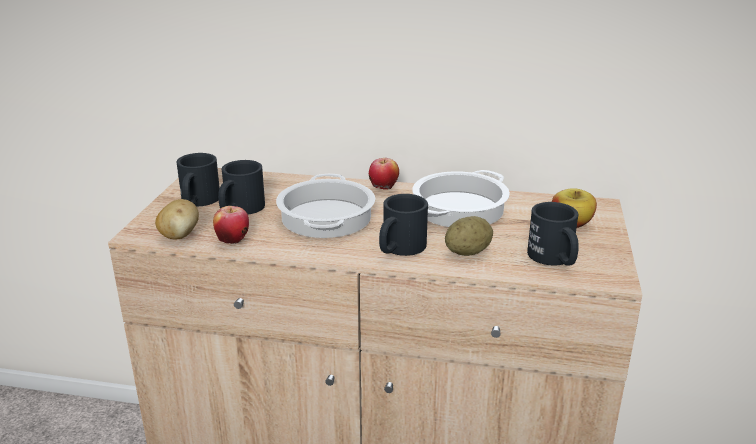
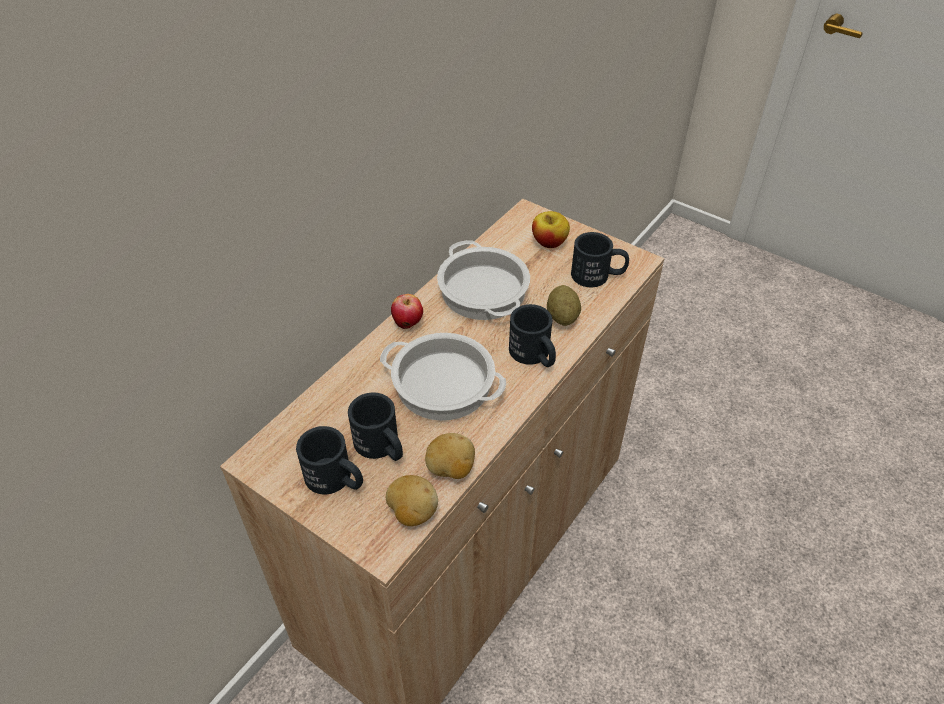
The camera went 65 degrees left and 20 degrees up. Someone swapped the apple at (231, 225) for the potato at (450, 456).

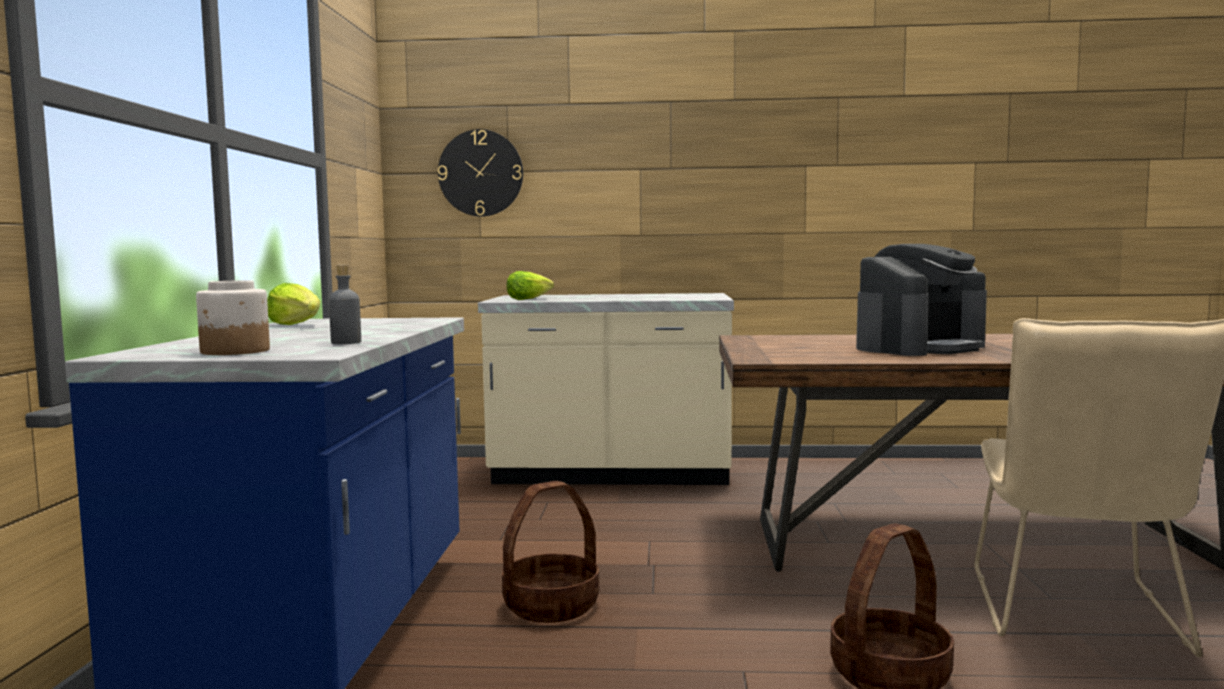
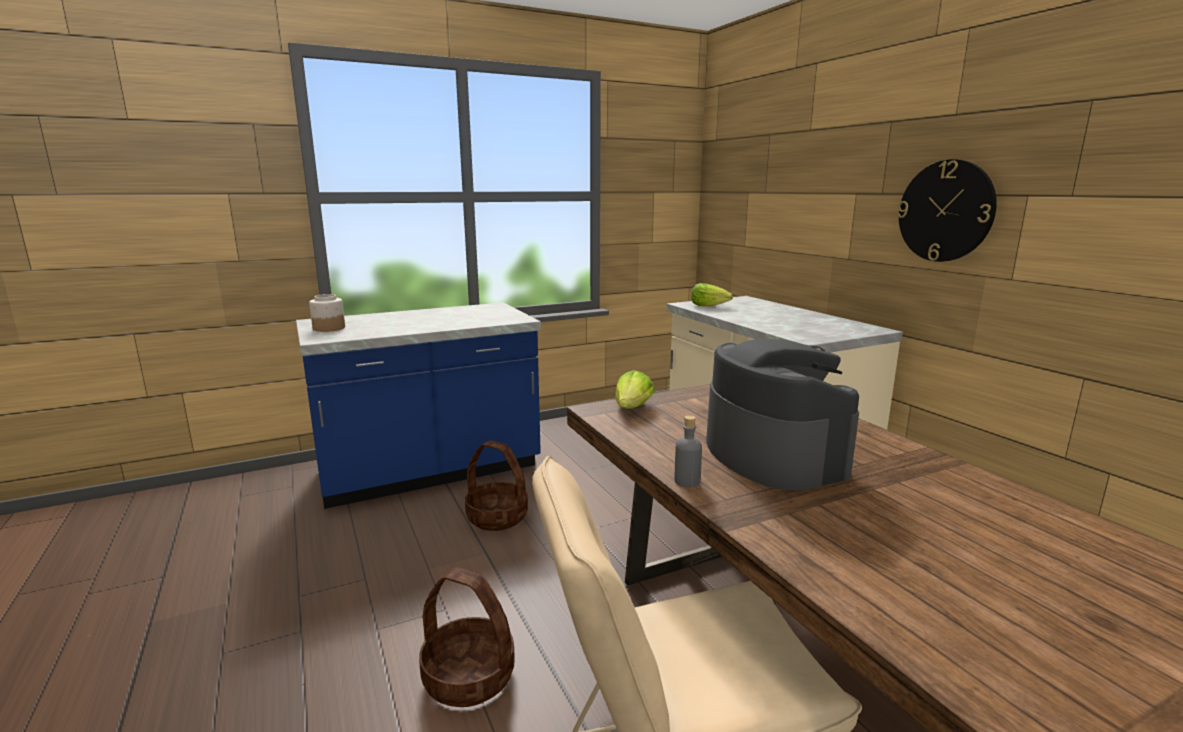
The camera went 60 degrees right and 10 degrees up. Someone carried the wall clock from (480, 173) to (947, 210). Someone rotated the coffee machine at (921, 300) by 135 degrees counterclockwise. Someone carried the grey bottle from (345, 304) to (688, 451). Someone carried the lettuce from (293, 304) to (635, 389).

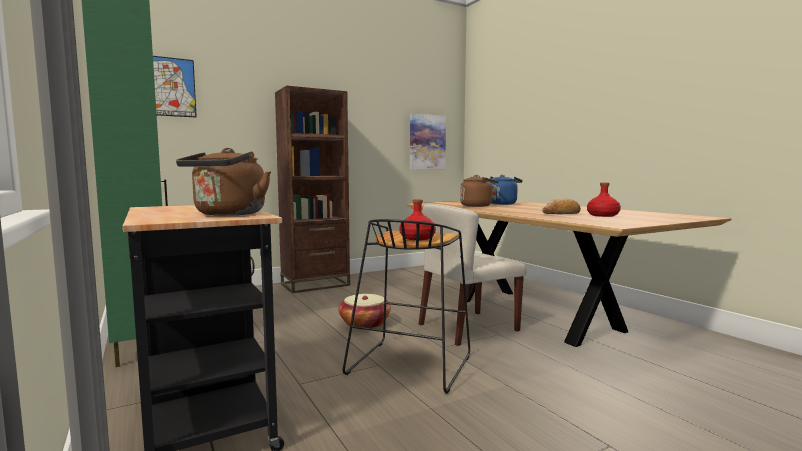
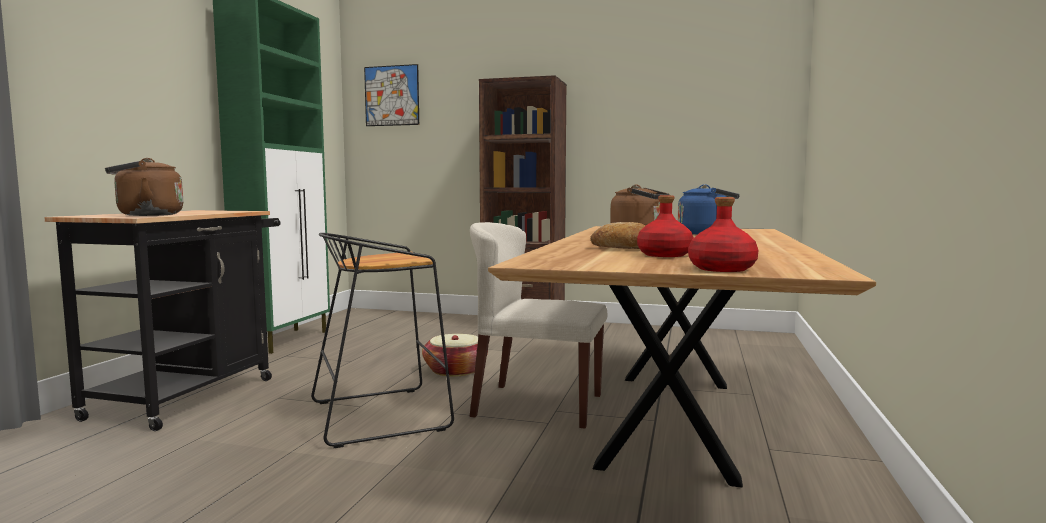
The camera went 45 degrees right and 0 degrees up. Someone took away the picture at (428, 141). Someone carried the red bottle from (417, 219) to (723, 234).

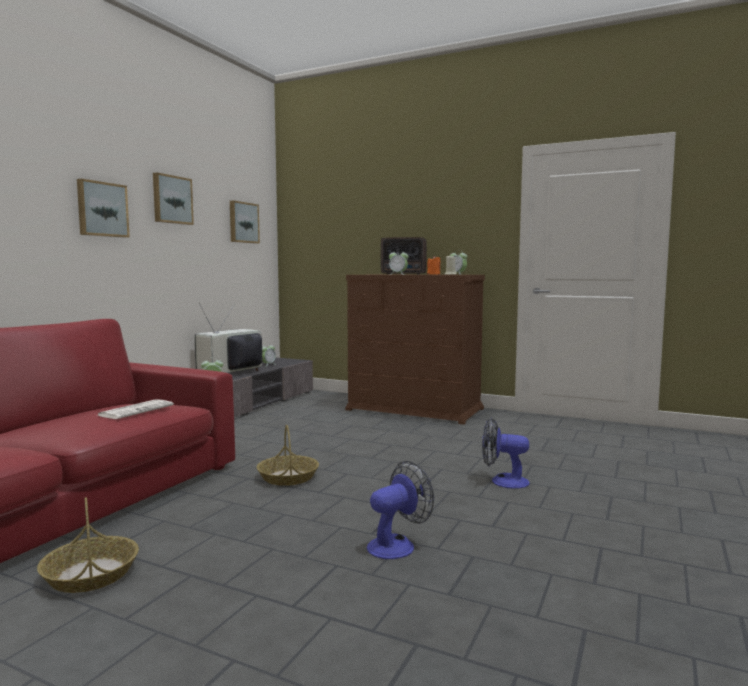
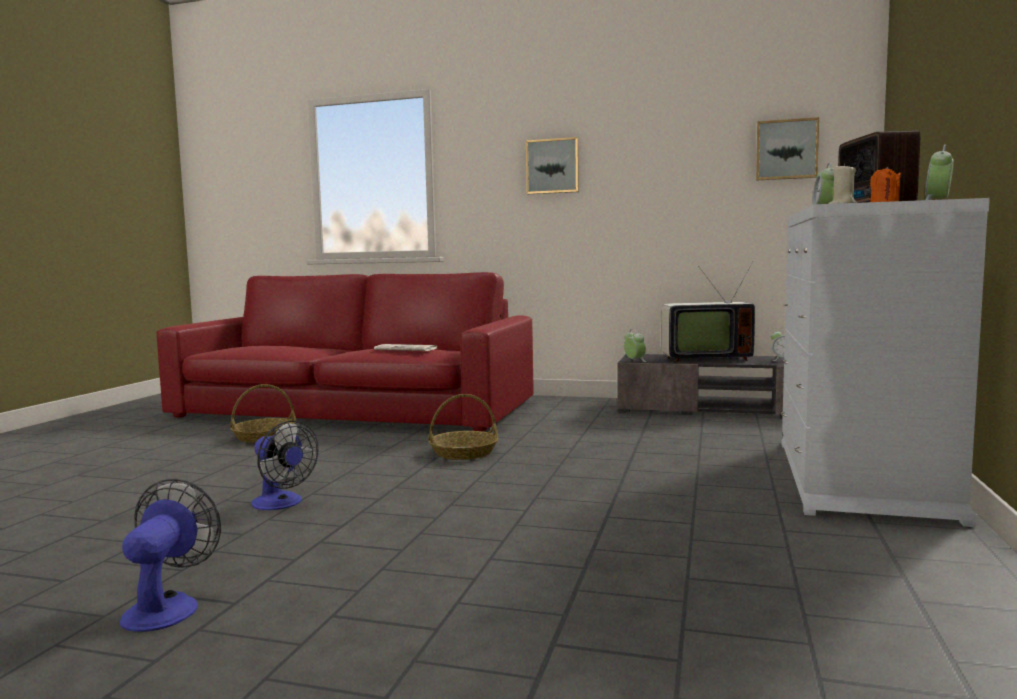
The camera went 80 degrees right and 0 degrees up. Someone took away the picture at (173, 199). Someone repainted the brown dresser at (415, 350), which became the white dresser at (885, 362). Someone rotated the television at (228, 338) by 150 degrees clockwise. Someone carried the fan from (506, 453) to (170, 555).

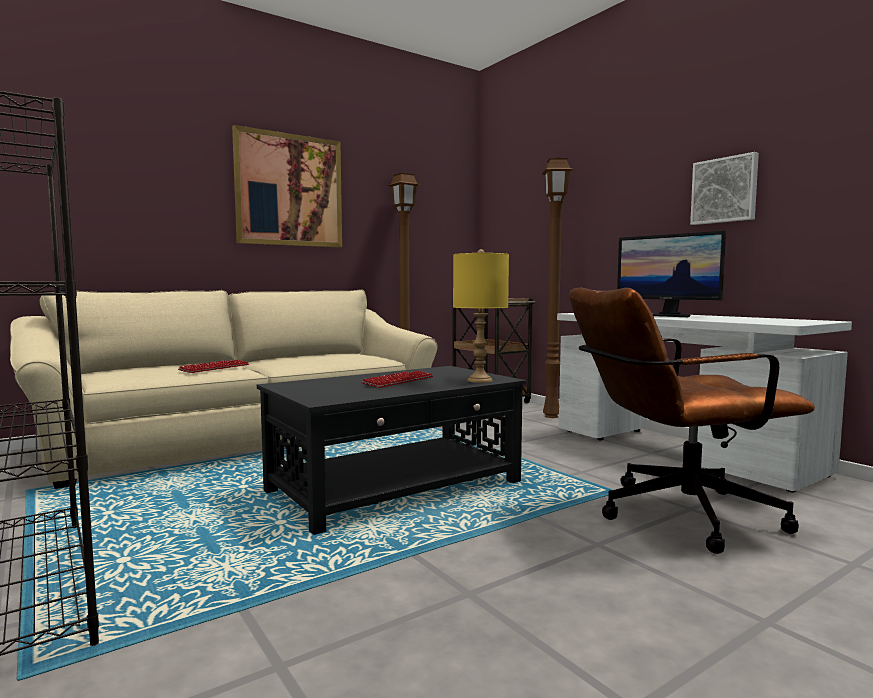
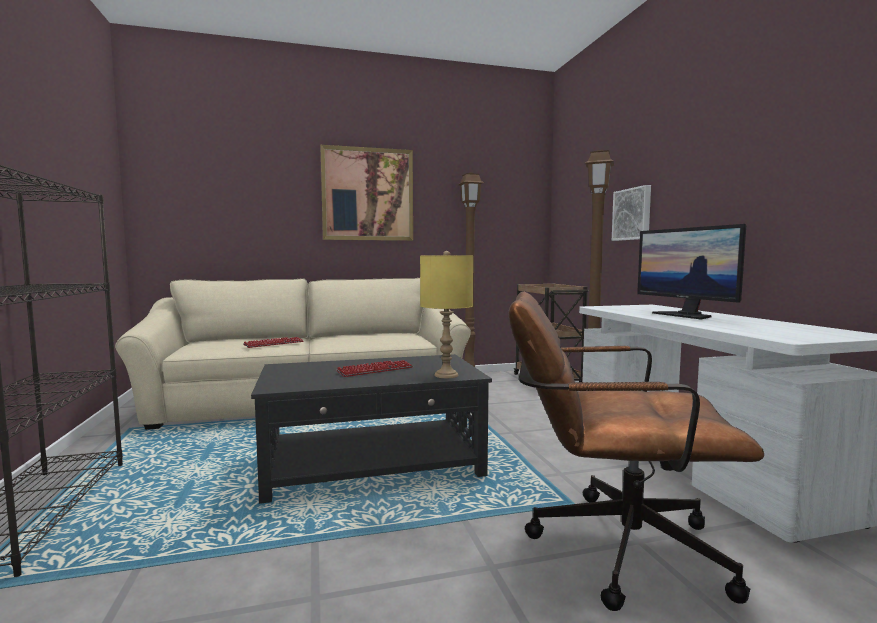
The camera went 20 degrees right and 0 degrees up. Someone carried the picture from (724, 188) to (631, 213).

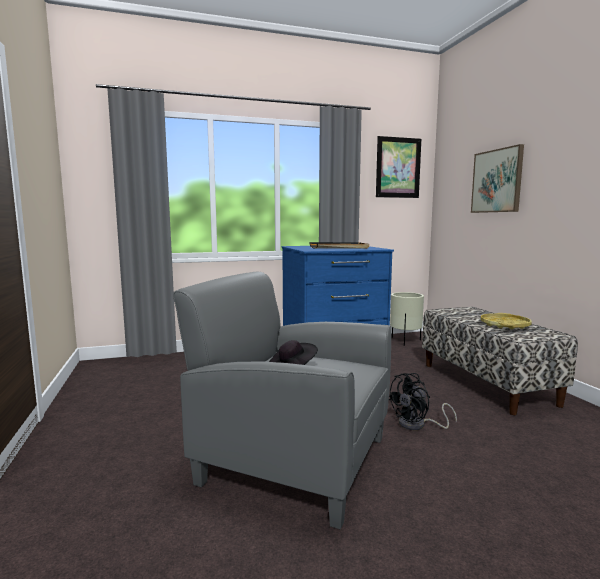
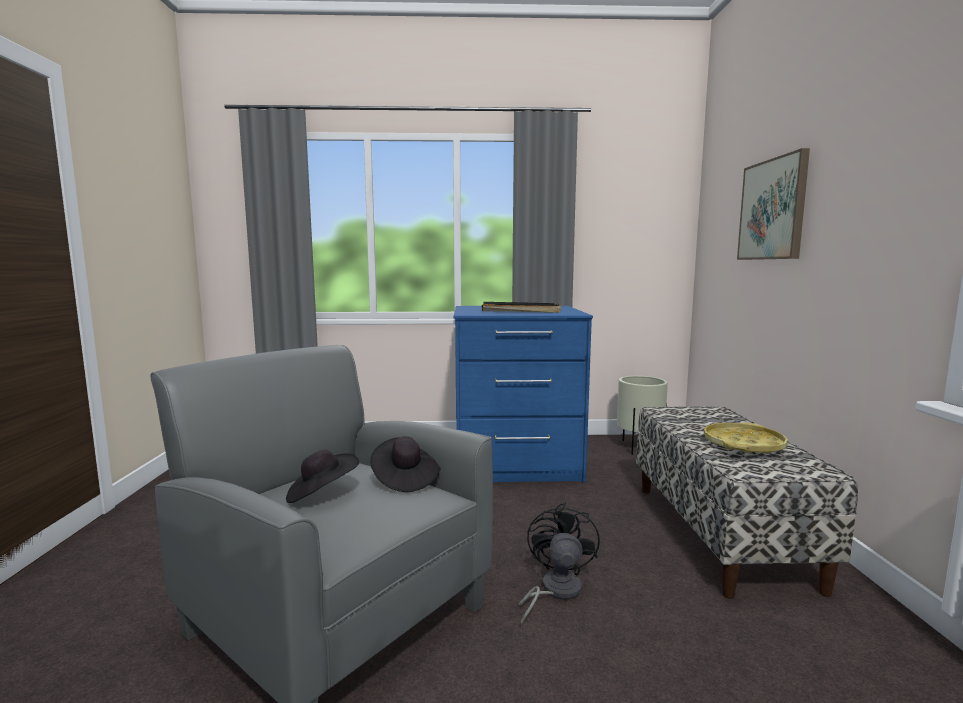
The camera went 15 degrees right and 0 degrees up. Someone took away the picture at (398, 167). Someone rotated the black fan at (423, 401) by 120 degrees clockwise. Someone put down the black hat at (405, 464).

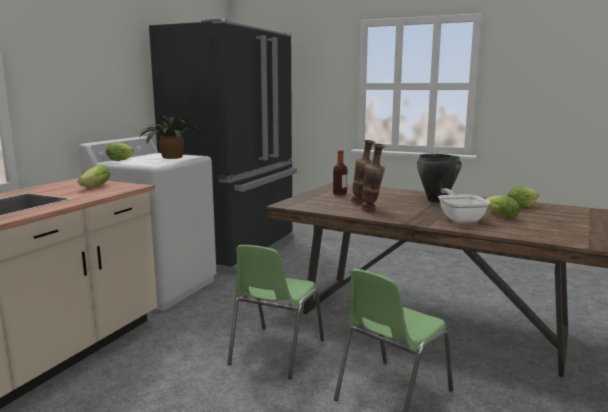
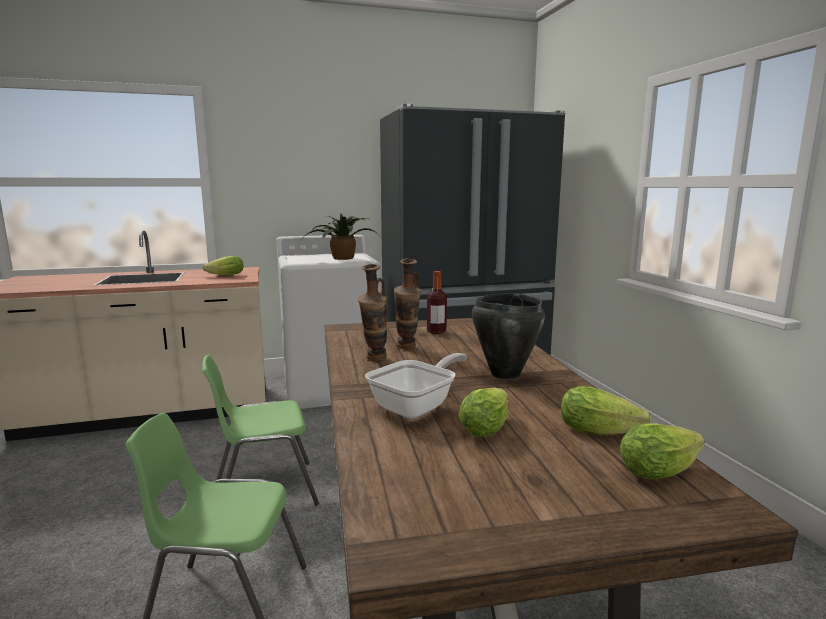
The camera went 50 degrees right and 0 degrees up. Someone carried the lettuce from (120, 151) to (662, 451).

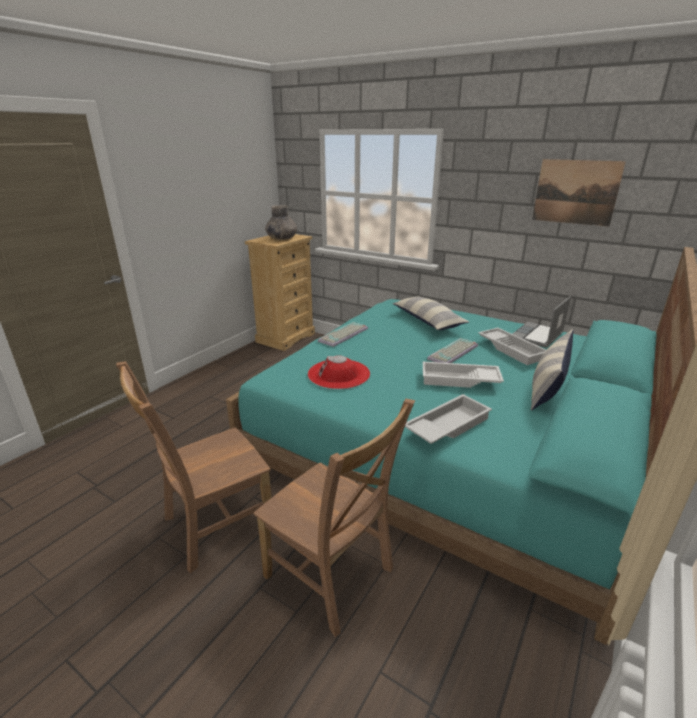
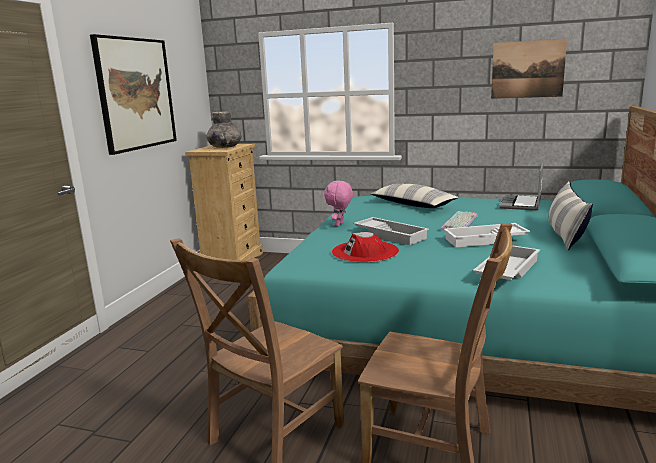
The camera went 15 degrees left and 10 degrees down. Someone swapped the keyboard at (343, 334) for the pink plush toy at (338, 203). Someone carried the white tray from (512, 346) to (391, 231). Someone put up the picture at (133, 94).

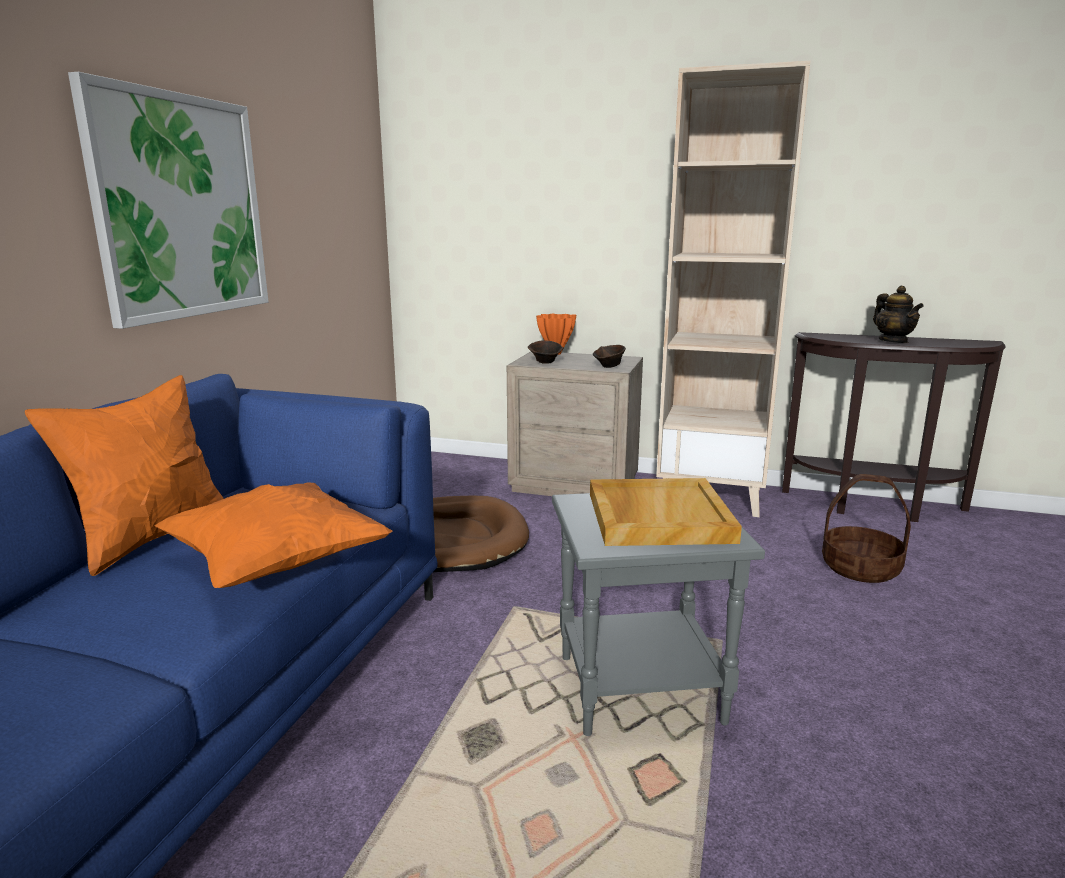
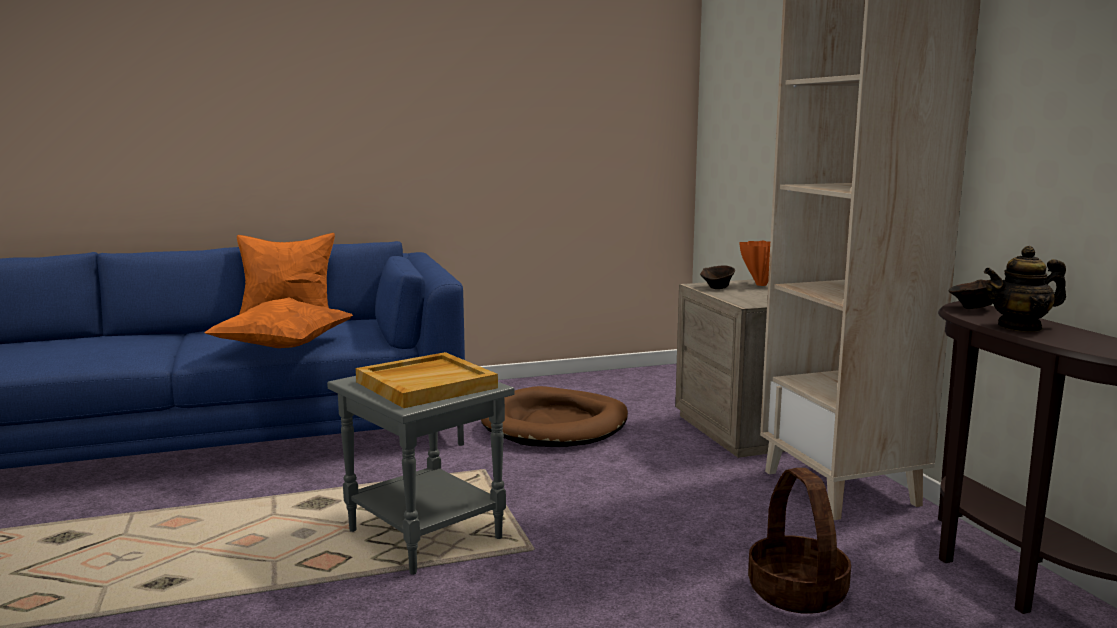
The camera went 55 degrees right and 5 degrees down. Someone took away the picture at (168, 200). Someone rotated the teapot at (898, 314) by 45 degrees clockwise. Someone carried the brown bowl from (609, 356) to (971, 294).

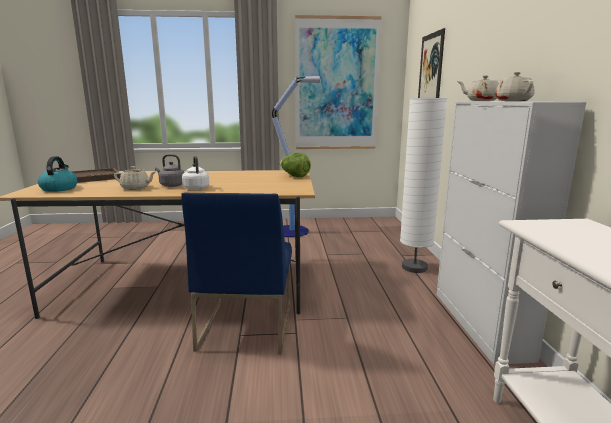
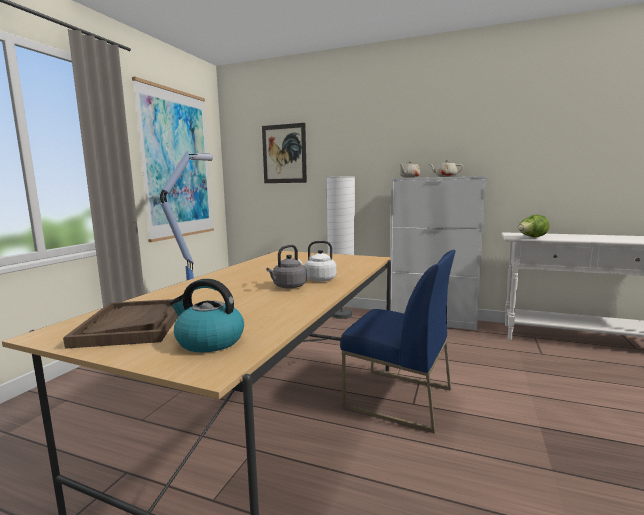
The camera went 65 degrees left and 5 degrees down. Someone carried the lettuce from (295, 165) to (534, 226). Someone took away the beige teapot at (135, 178).

